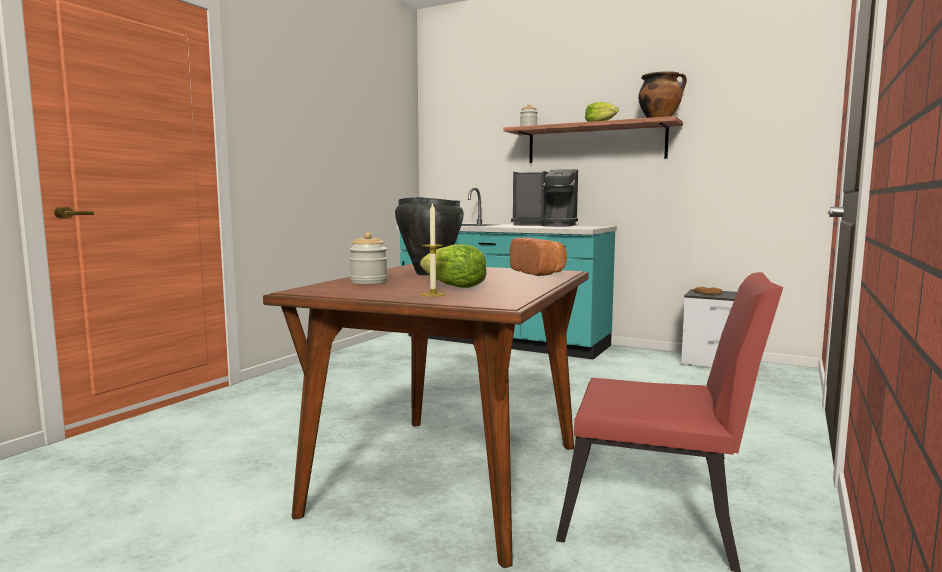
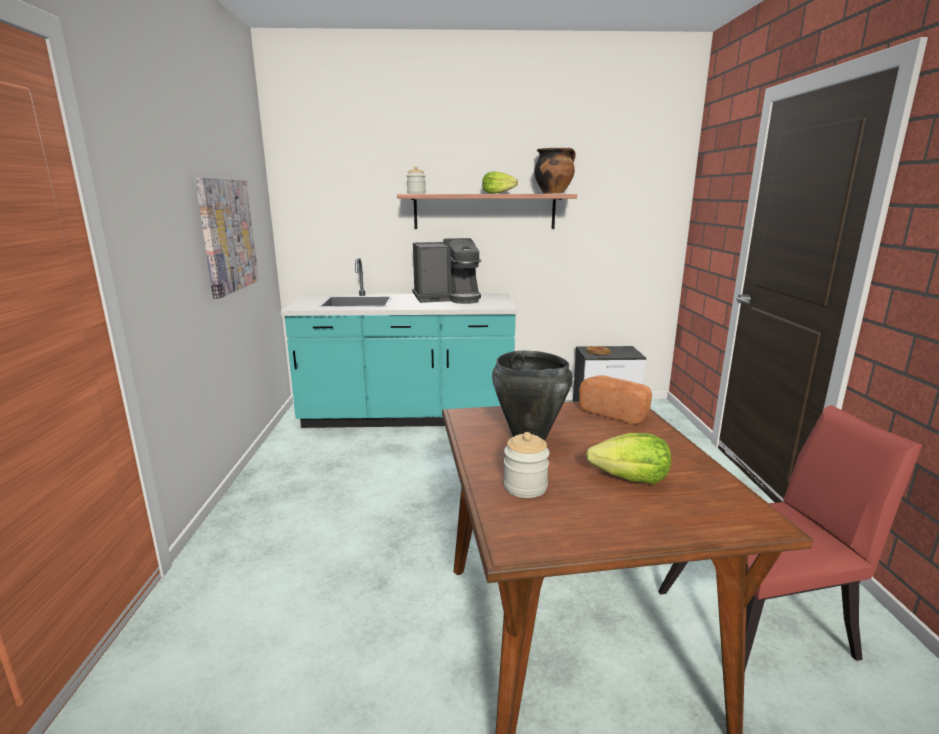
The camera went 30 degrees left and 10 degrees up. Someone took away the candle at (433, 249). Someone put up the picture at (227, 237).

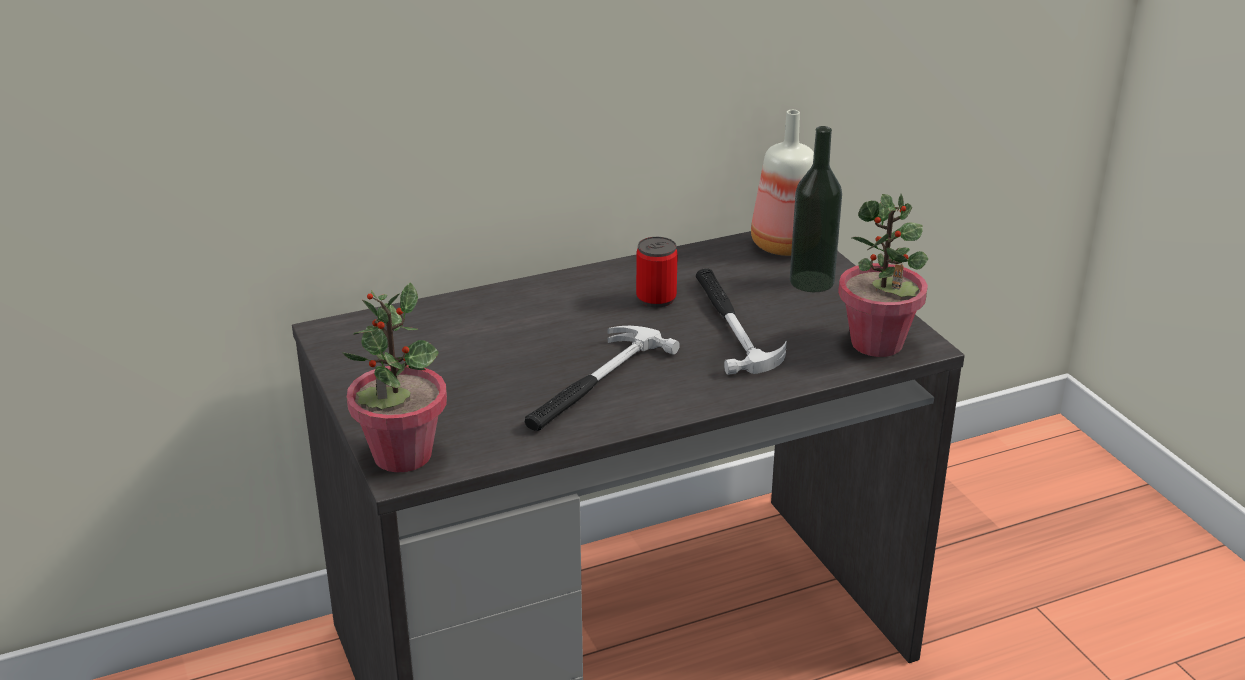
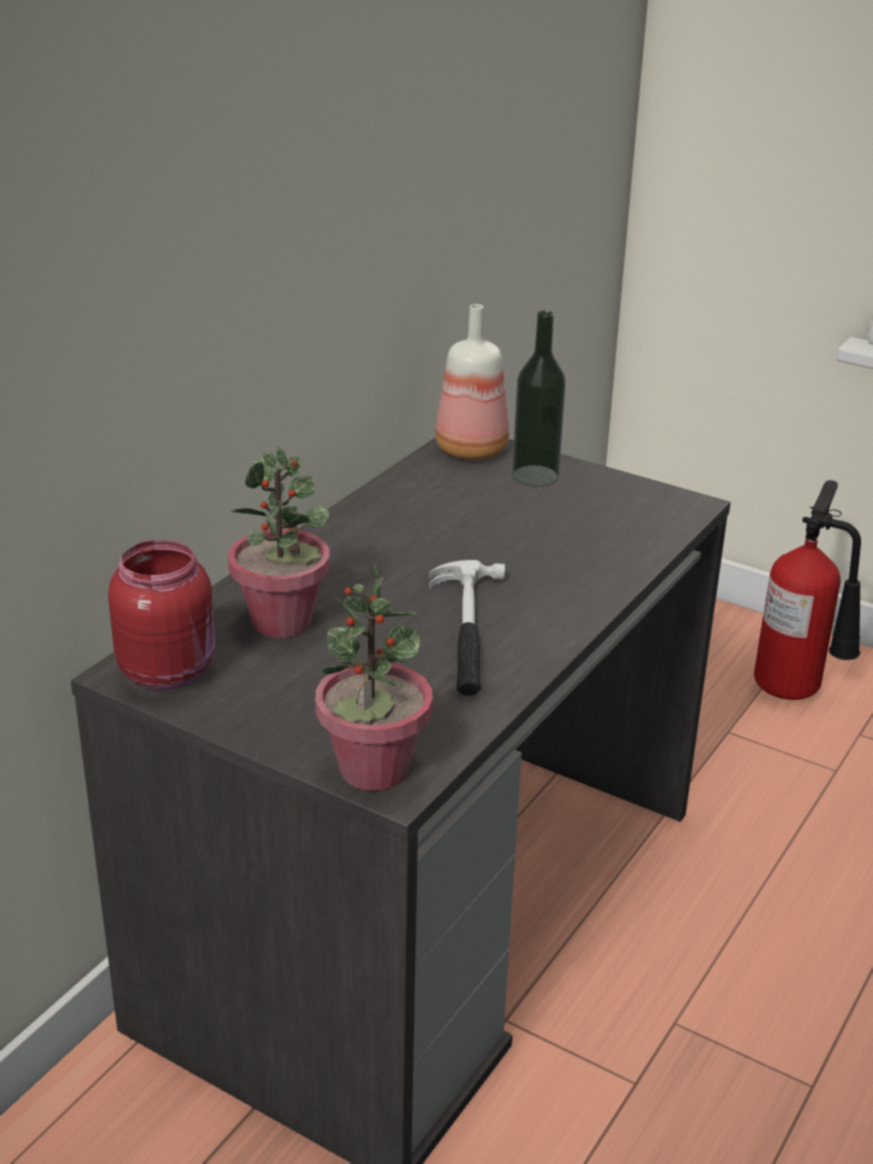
The camera went 35 degrees left and 0 degrees up. Someone carried the potted plant from (883, 275) to (279, 542). Someone took away the can at (657, 272). Someone took away the hammer at (741, 321). Someone put down the fire extinguisher at (807, 590). Someone put down the red jar at (161, 615).

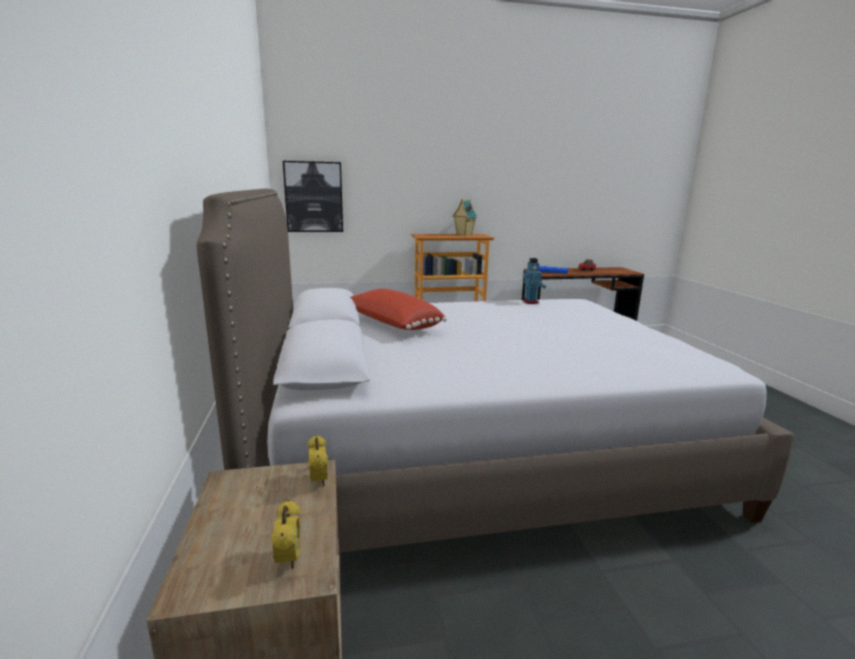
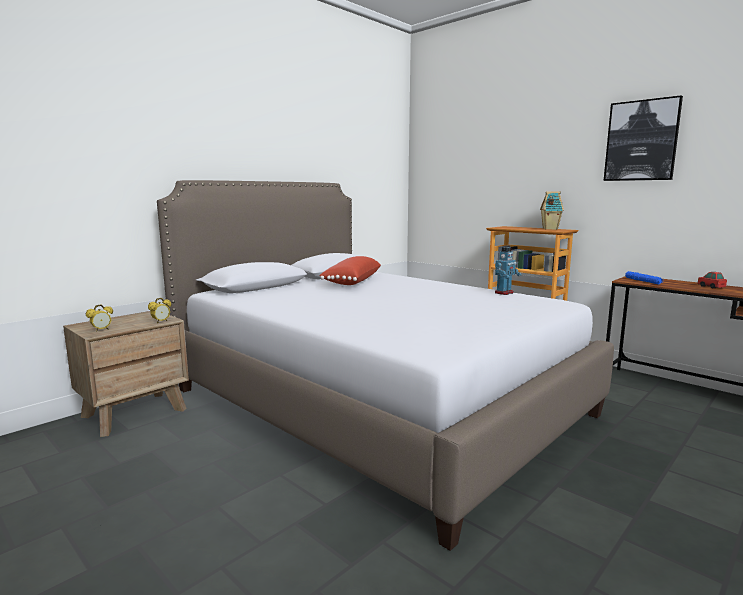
The camera went 55 degrees right and 5 degrees down. Someone carried the picture from (313, 196) to (643, 138).

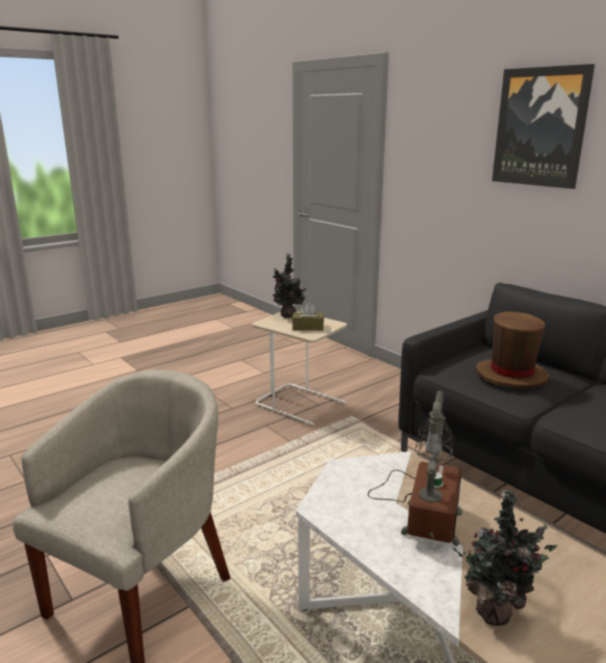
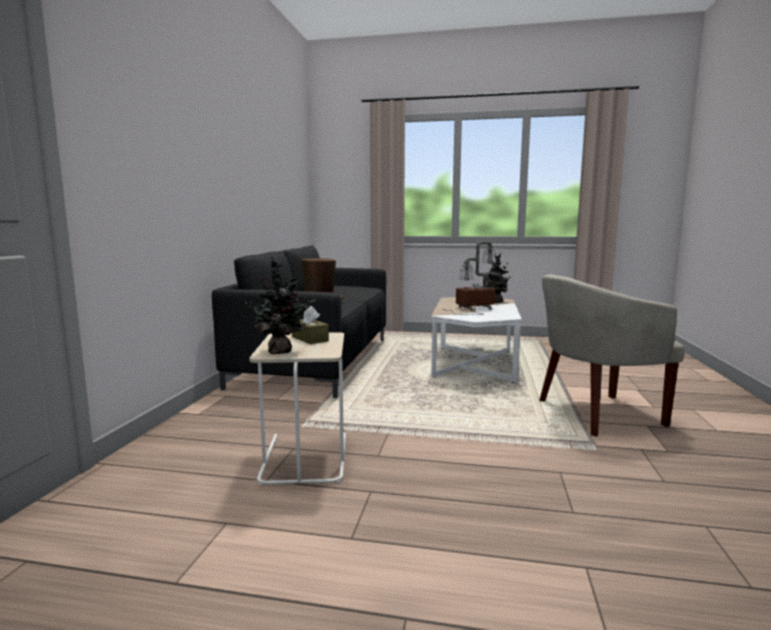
The camera went 130 degrees left and 10 degrees down. Someone took away the picture at (543, 126).

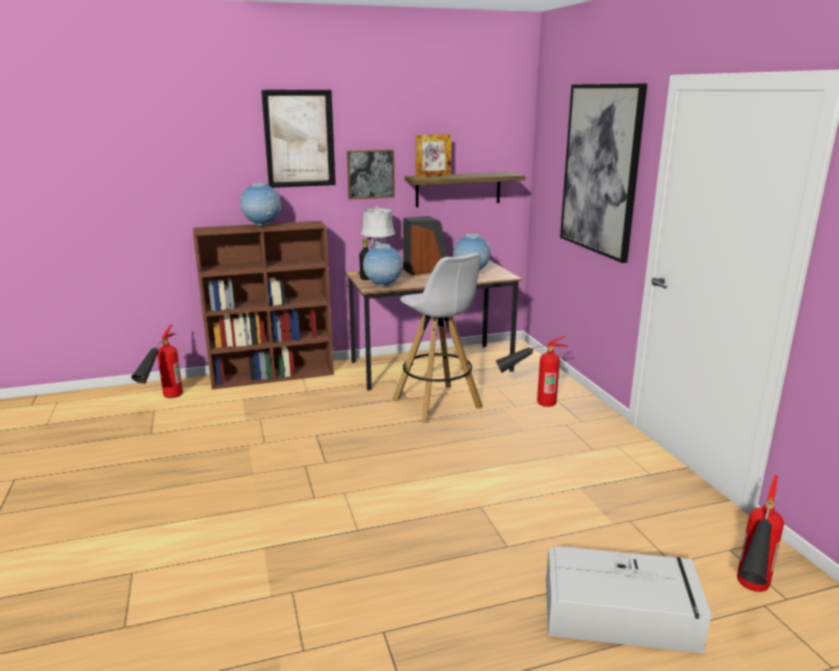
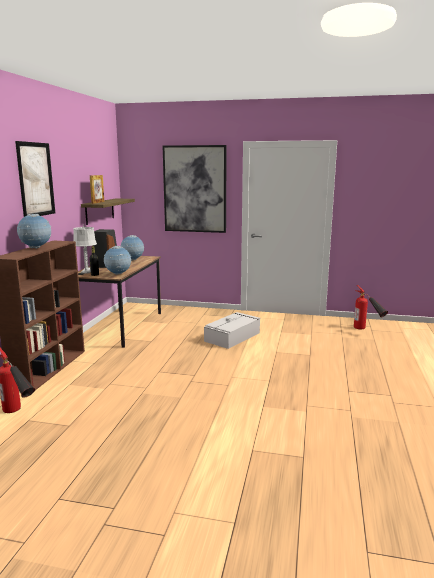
The camera went 60 degrees left and 5 degrees down. Someone took away the picture at (371, 174). Someone took away the white stool at (438, 338). Someone took away the fire extinguisher at (532, 371). Someone carried the grey storage box from (629, 600) to (232, 330).

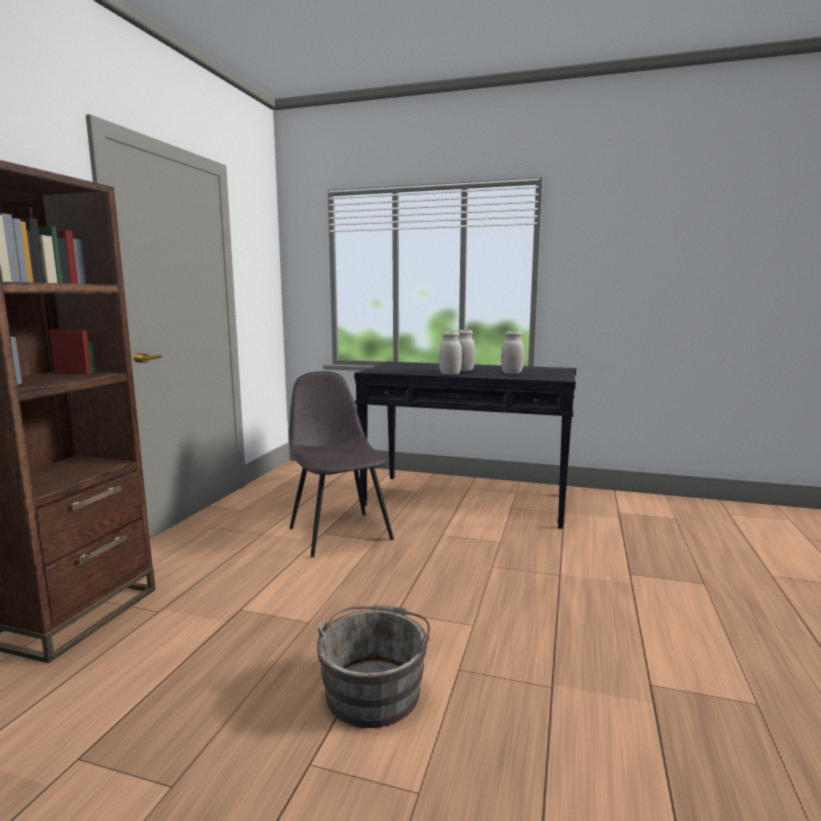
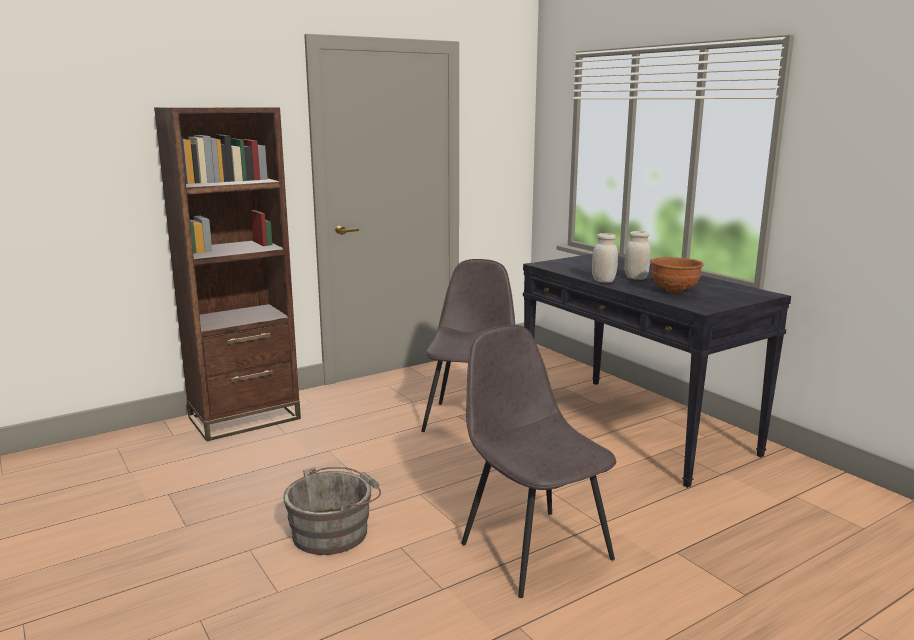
The camera went 40 degrees right and 5 degrees up. Someone swapped the white jar at (512, 352) for the brown bowl at (677, 275). Someone put down the grey chair at (538, 461).

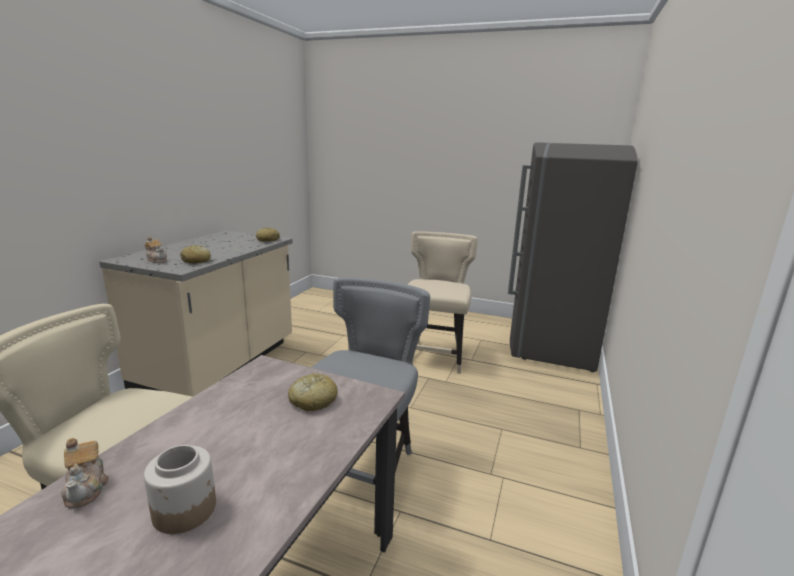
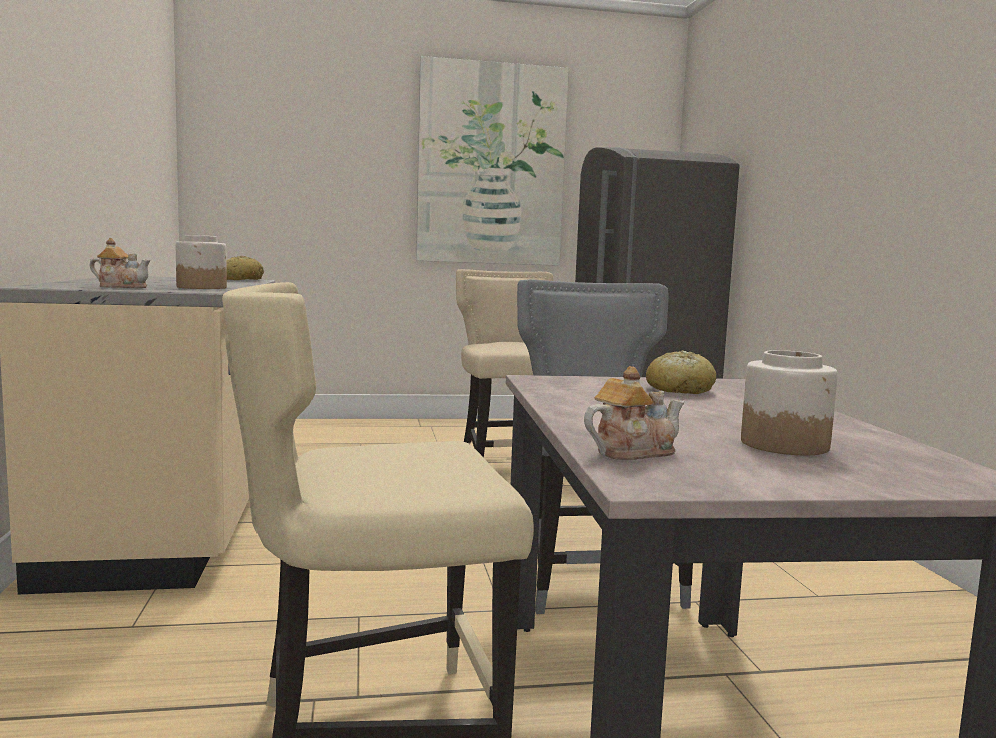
The camera went 30 degrees left and 10 degrees down. Someone swapped the bread at (195, 254) for the jar at (201, 262). Someone rotated the teapot at (85, 473) by 60 degrees counterclockwise. Someone put up the picture at (492, 161).

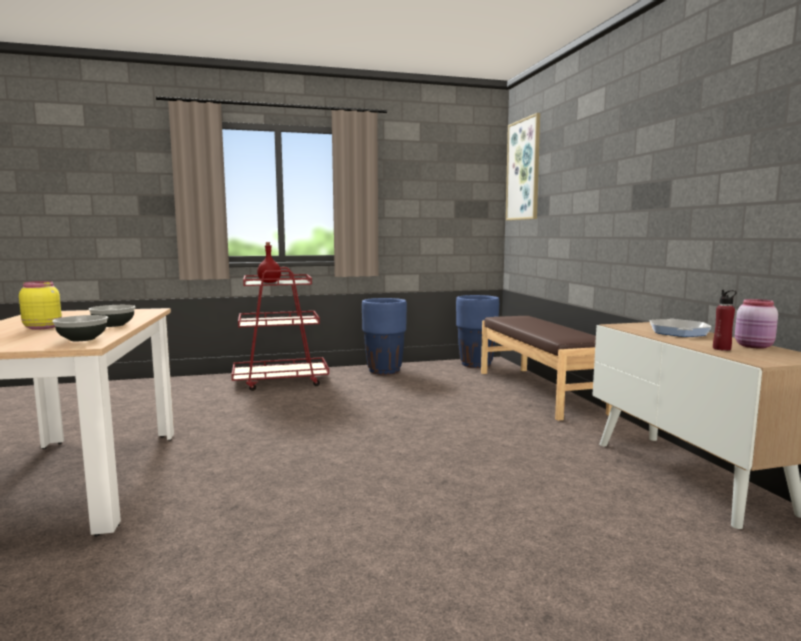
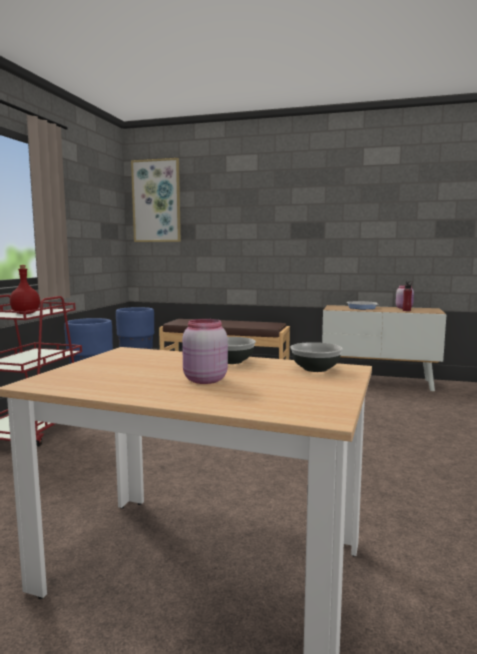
The camera went 60 degrees left and 0 degrees up. Someone repainted the yellow jar at (40, 305), which became the pink jar at (205, 351).

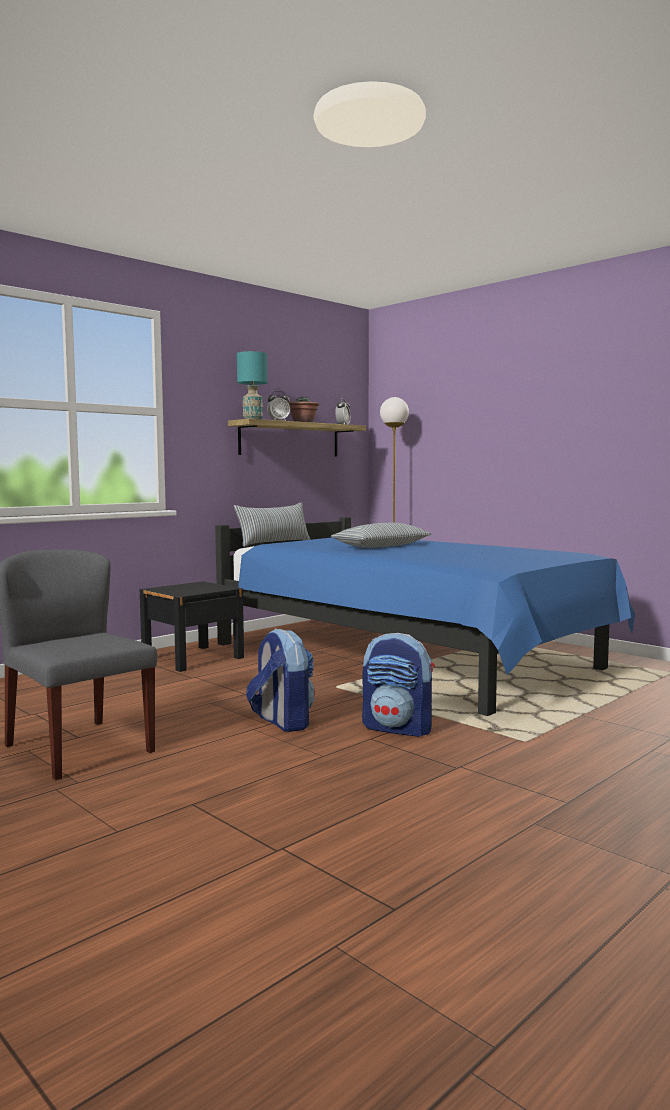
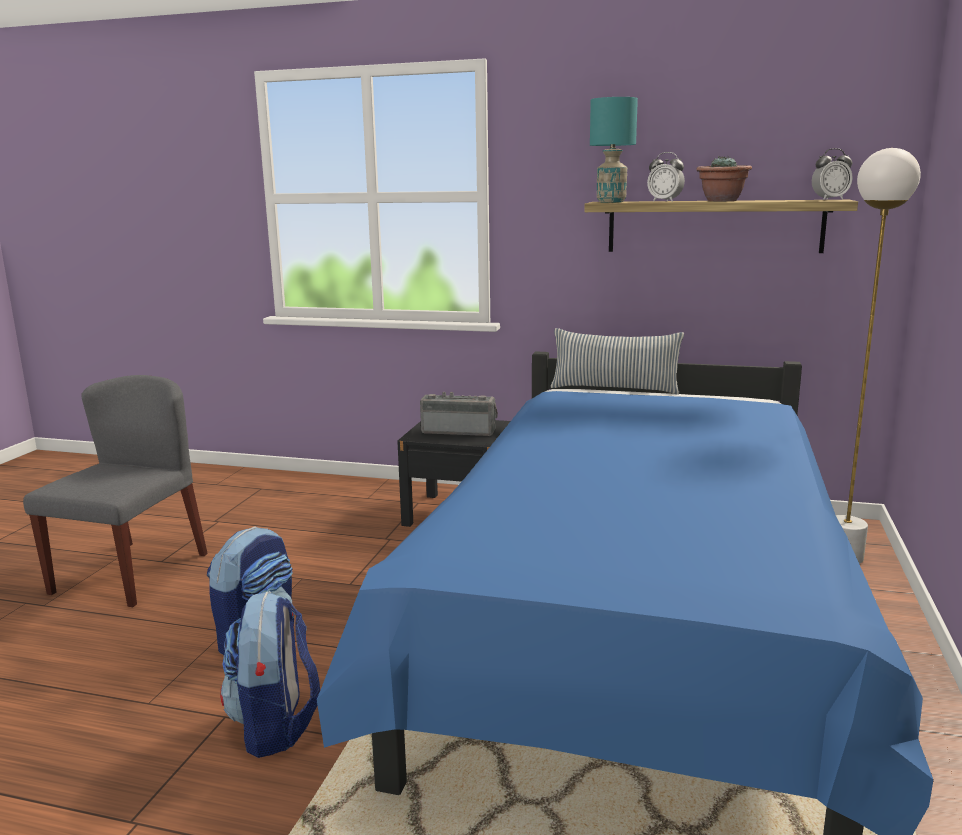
The camera went 60 degrees right and 10 degrees up. Someone took away the pillow at (381, 535). Someone put down the radio at (459, 414).

